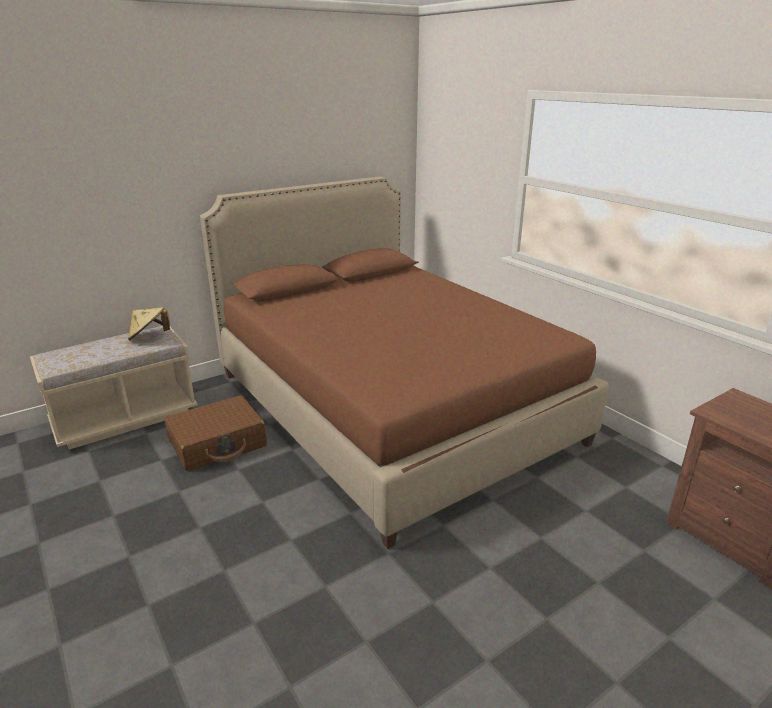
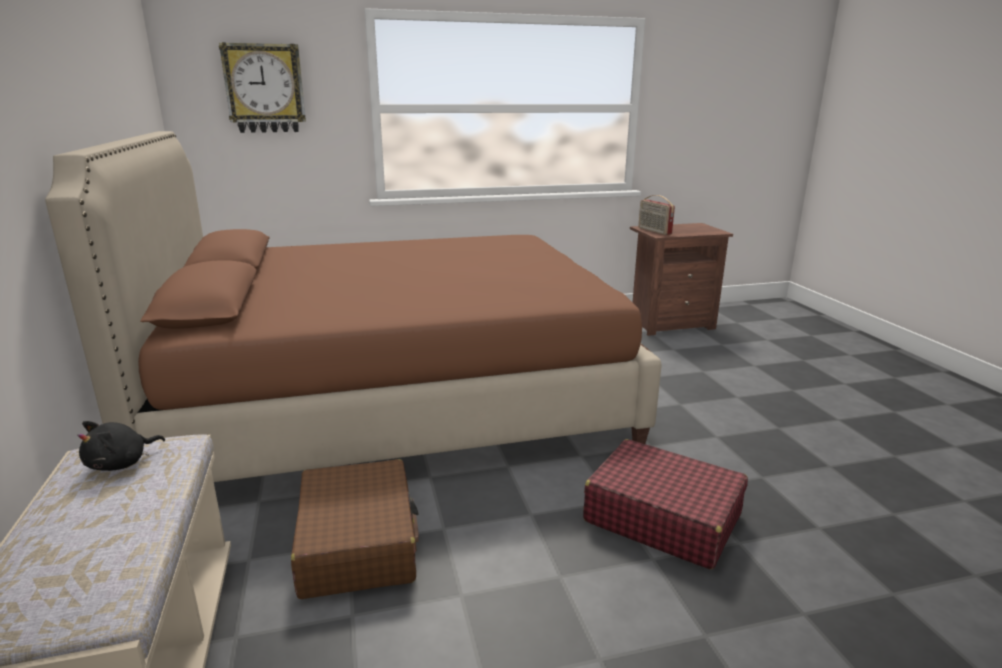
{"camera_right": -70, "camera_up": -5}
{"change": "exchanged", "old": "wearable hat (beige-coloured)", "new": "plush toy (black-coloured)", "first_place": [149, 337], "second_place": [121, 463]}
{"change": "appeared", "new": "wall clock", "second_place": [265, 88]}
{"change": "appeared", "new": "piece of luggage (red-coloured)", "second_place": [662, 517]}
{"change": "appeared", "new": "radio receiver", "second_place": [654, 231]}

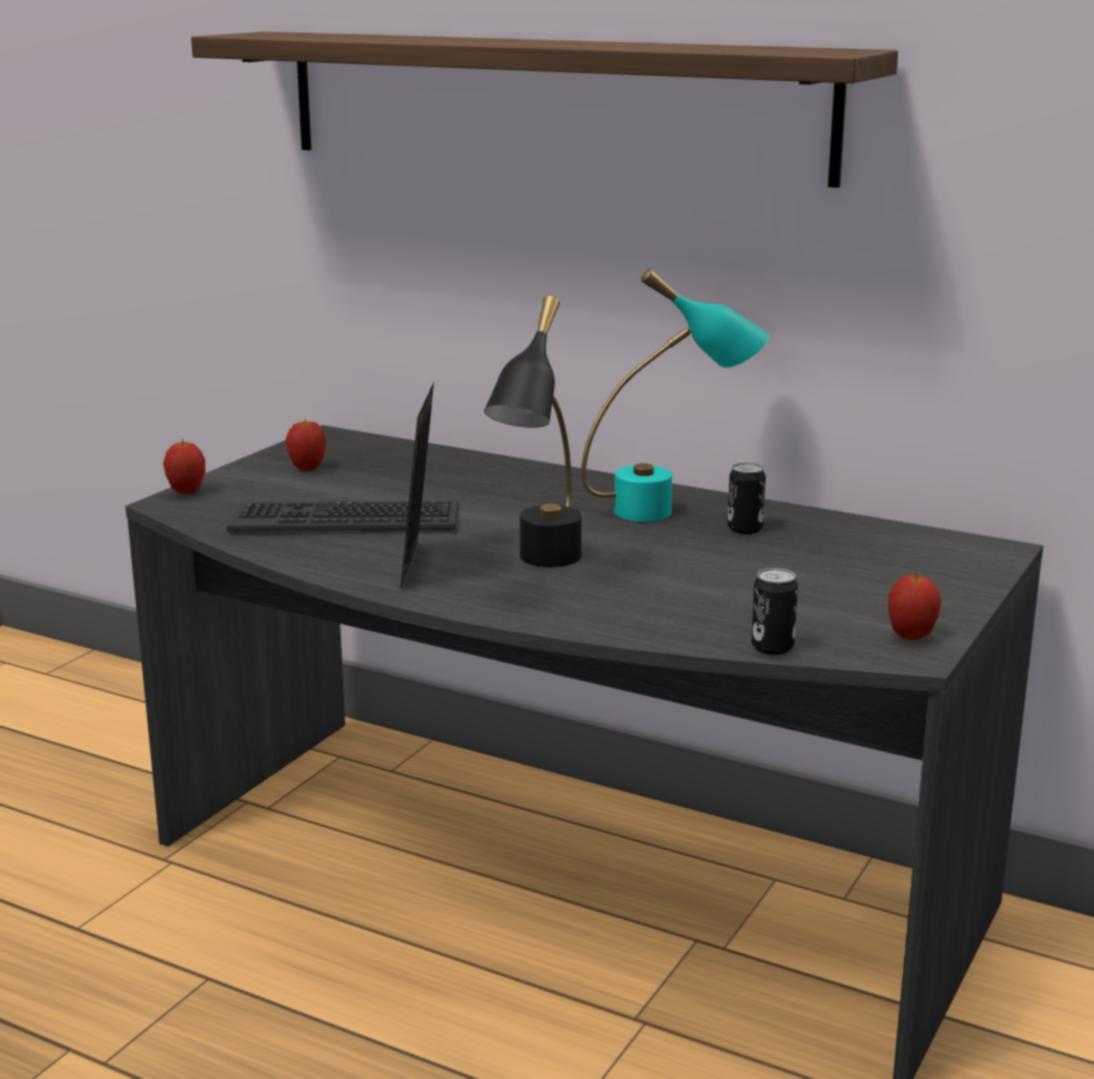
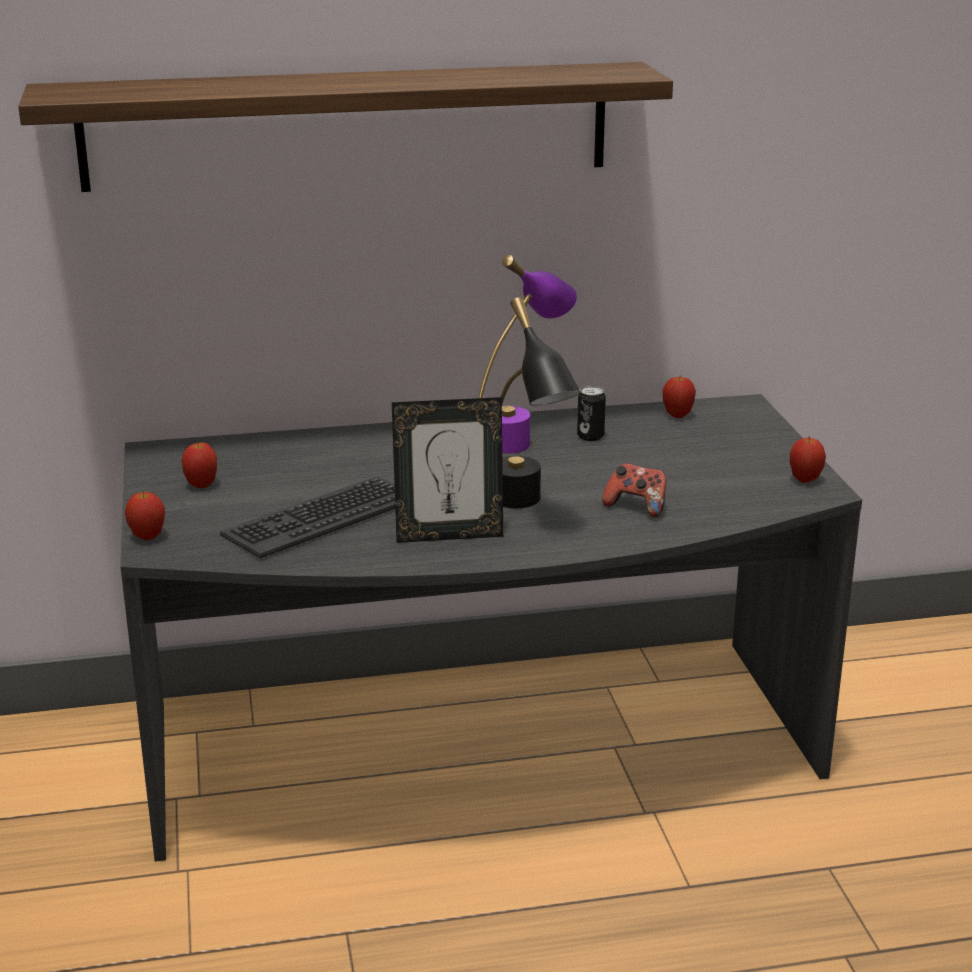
{"camera_right": -40, "camera_up": 5}
{"change": "spun", "old": "picture frame", "first_place": [419, 566], "second_place": [449, 535], "degrees": -60}
{"change": "colour", "old": "tabletop lamp (blue-green)", "new": "tabletop lamp (purple)", "first_place": [670, 510], "second_place": [521, 436]}
{"change": "missing", "old": "metal can", "first_place": [772, 647]}
{"change": "appeared", "new": "joypad", "second_place": [636, 507]}
{"change": "appeared", "new": "apple", "second_place": [677, 415]}

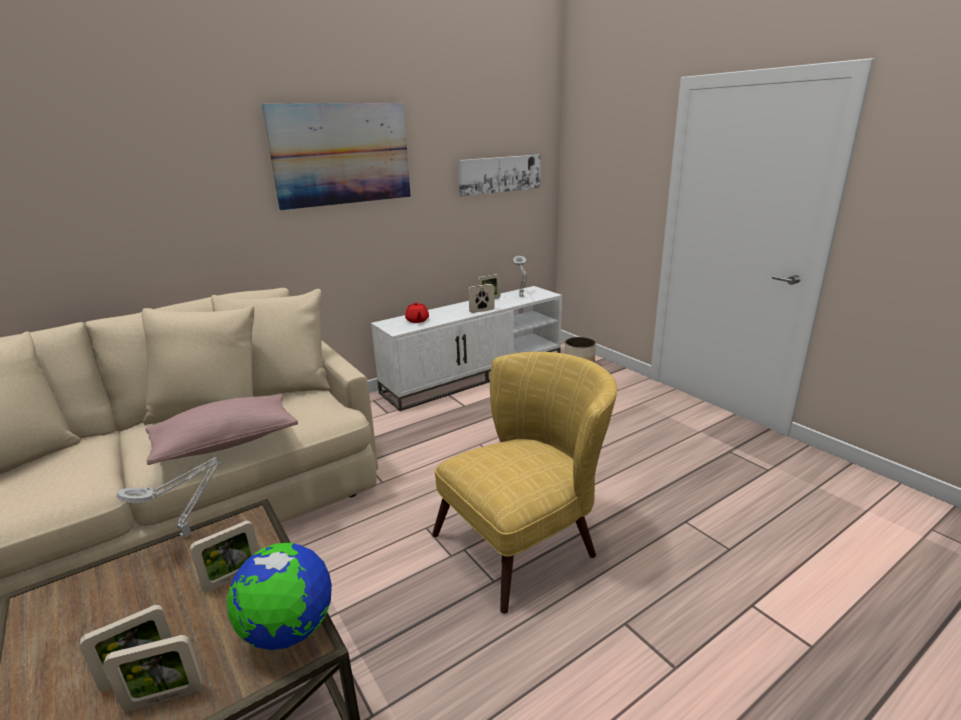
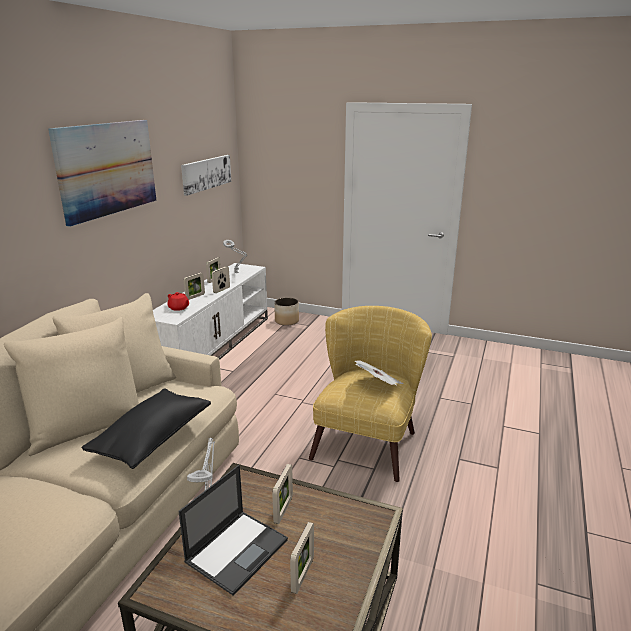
{"camera_right": -35, "camera_up": 0}
{"change": "relocated", "old": "picture frame", "first_place": [164, 698], "second_place": [195, 297]}
{"change": "colour", "old": "throw pillow (pink)", "new": "throw pillow (black-coloured)", "first_place": [226, 443], "second_place": [152, 438]}
{"change": "missing", "old": "desk globe", "first_place": [289, 630]}
{"change": "appeared", "new": "laptop", "second_place": [237, 550]}
{"change": "appeared", "new": "printed paper", "second_place": [378, 385]}

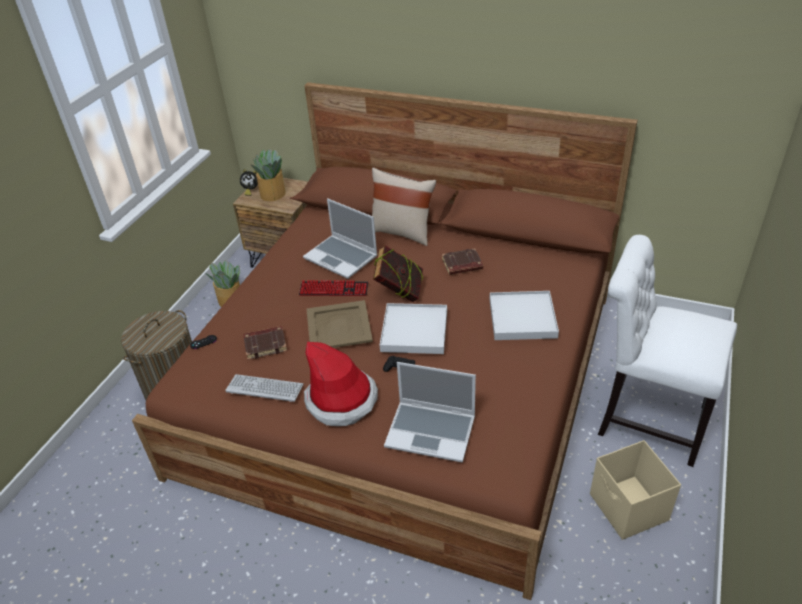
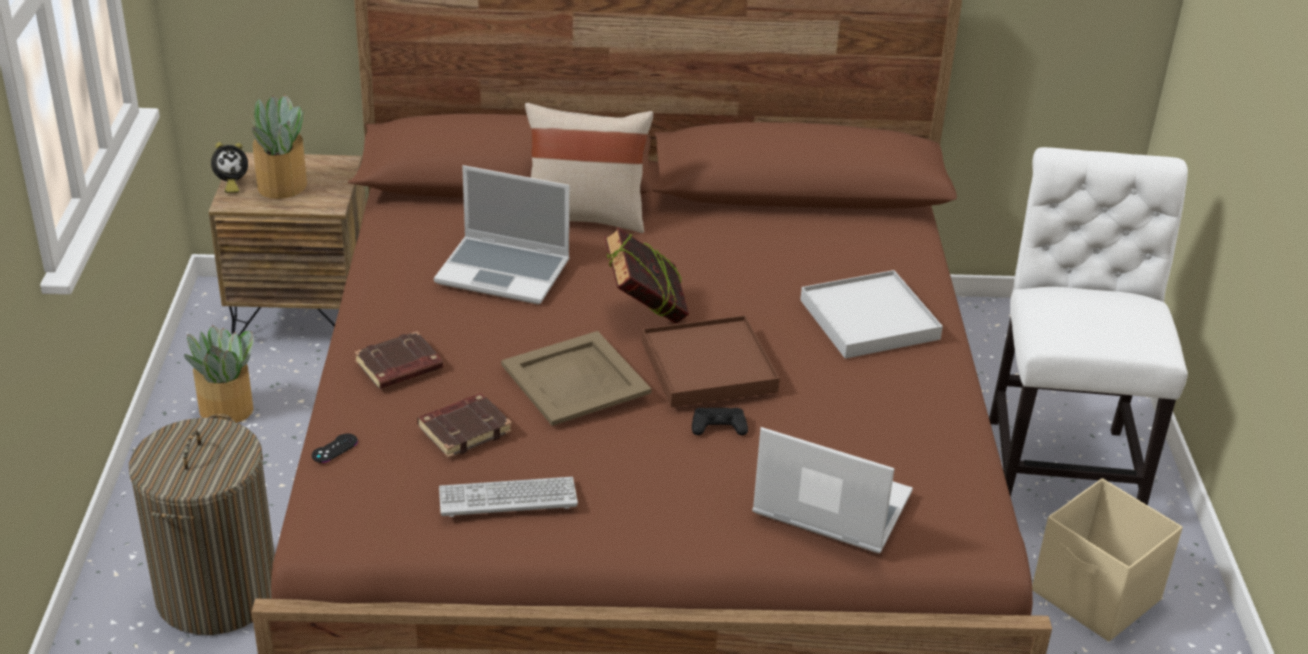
{"camera_right": -25, "camera_up": -5}
{"change": "missing", "old": "keyboard", "first_place": [334, 289]}
{"change": "missing", "old": "wearable hat", "first_place": [341, 400]}
{"change": "colour", "old": "tray (whitish)", "new": "tray (brown)", "first_place": [414, 331], "second_place": [709, 366]}
{"change": "spun", "old": "laptop", "first_place": [432, 431], "second_place": [829, 505], "degrees": -150}
{"change": "relocated", "old": "bound book (brown)", "first_place": [462, 265], "second_place": [399, 367]}
{"change": "spun", "old": "chair (whitish)", "first_place": [646, 418], "second_place": [1060, 465], "degrees": 90}

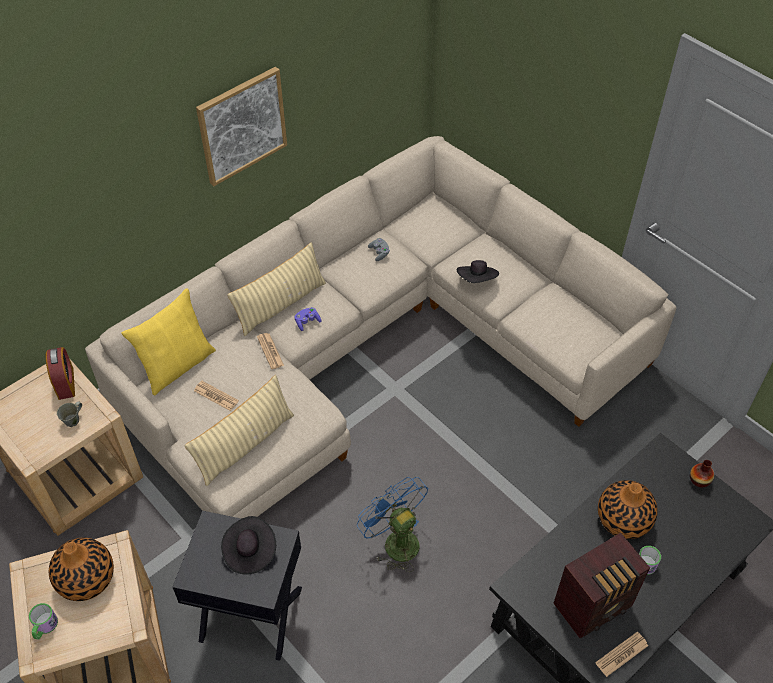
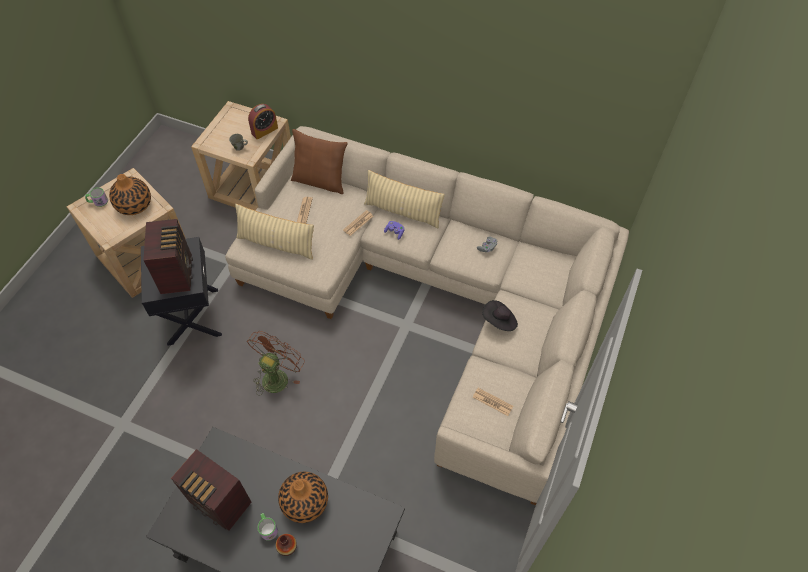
{"camera_right": 65, "camera_up": 5}
{"change": "colour", "old": "throw pillow (yellow)", "new": "throw pillow (brown)", "first_place": [177, 365], "second_place": [320, 181]}
{"change": "missing", "old": "wall art", "first_place": [242, 125]}
{"change": "exchanged", "old": "wearable hat (black-coloured)", "new": "radio receiver", "first_place": [249, 552], "second_place": [177, 273]}
{"change": "colour", "old": "fan (blue)", "new": "fan (brown)", "first_place": [395, 541], "second_place": [277, 375]}
{"change": "relocated", "old": "printed paper", "first_place": [621, 654], "second_place": [492, 402]}
{"change": "relocated", "old": "vase", "first_place": [699, 480], "second_place": [287, 547]}

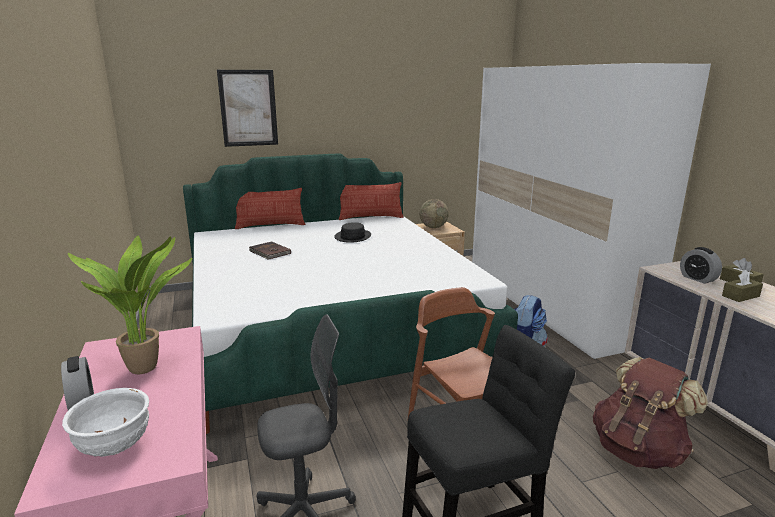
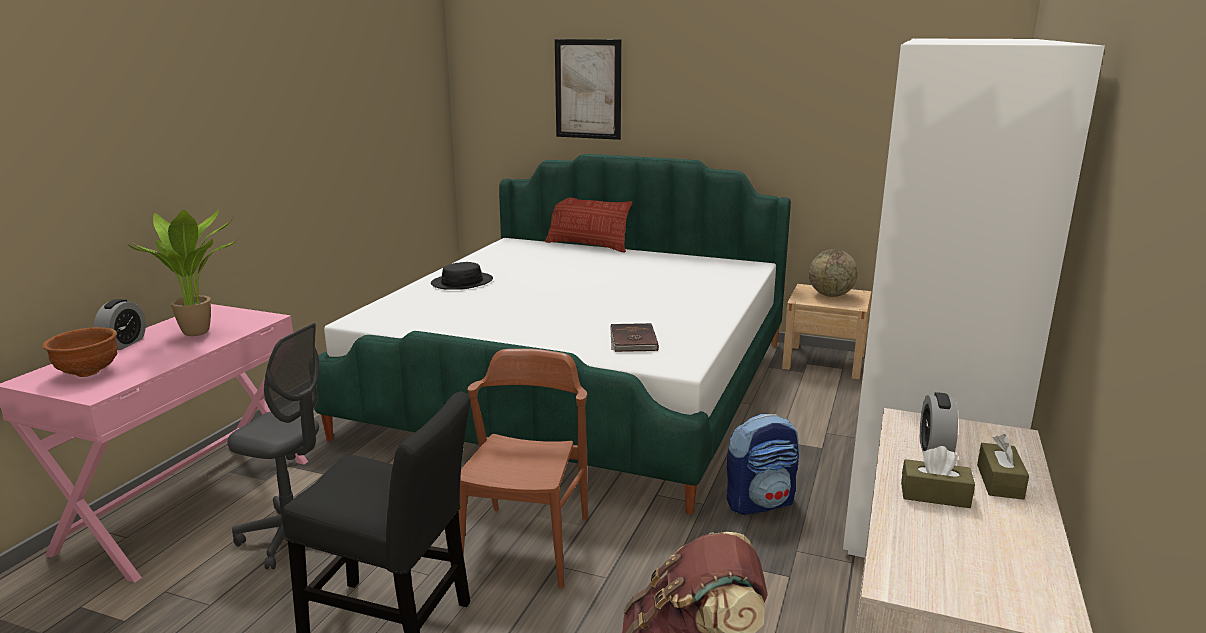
{"camera_right": 40, "camera_up": 0}
{"change": "colour", "old": "deep dish (whitish)", "new": "deep dish (brown)", "first_place": [114, 447], "second_place": [87, 372]}
{"change": "relocated", "old": "bound book (brown)", "first_place": [269, 252], "second_place": [632, 341]}
{"change": "relocated", "old": "wearable hat (black-coloured)", "first_place": [353, 237], "second_place": [462, 282]}
{"change": "missing", "old": "throw pillow", "first_place": [370, 217]}

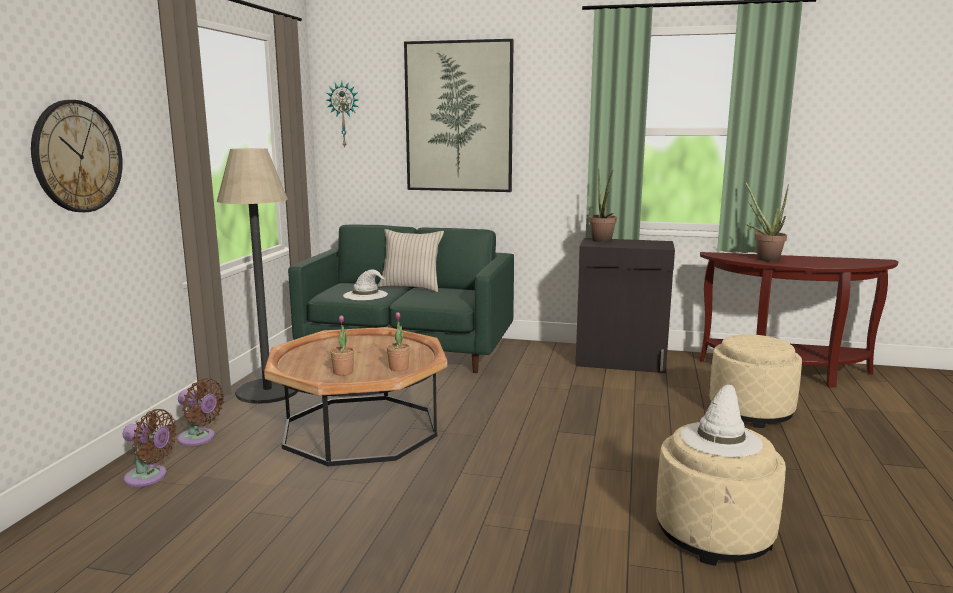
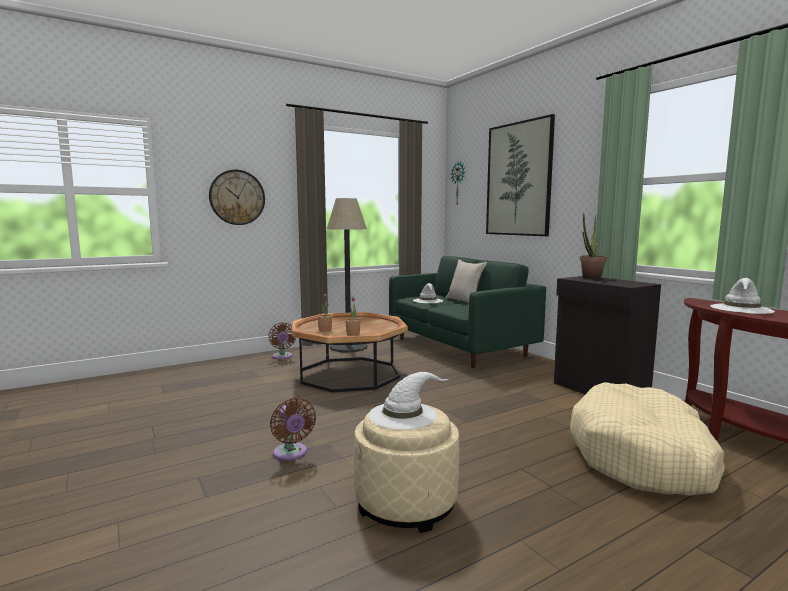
{"camera_right": 45, "camera_up": -5}
{"change": "relocated", "old": "fan (brown)", "first_place": [149, 477], "second_place": [291, 454]}
{"change": "exchanged", "old": "ottoman (beige-coloured)", "new": "pet bed (beige-coloured)", "first_place": [750, 411], "second_place": [642, 456]}
{"change": "exchanged", "old": "potted plant", "new": "wearable hat (whitish)", "first_place": [763, 258], "second_place": [741, 309]}

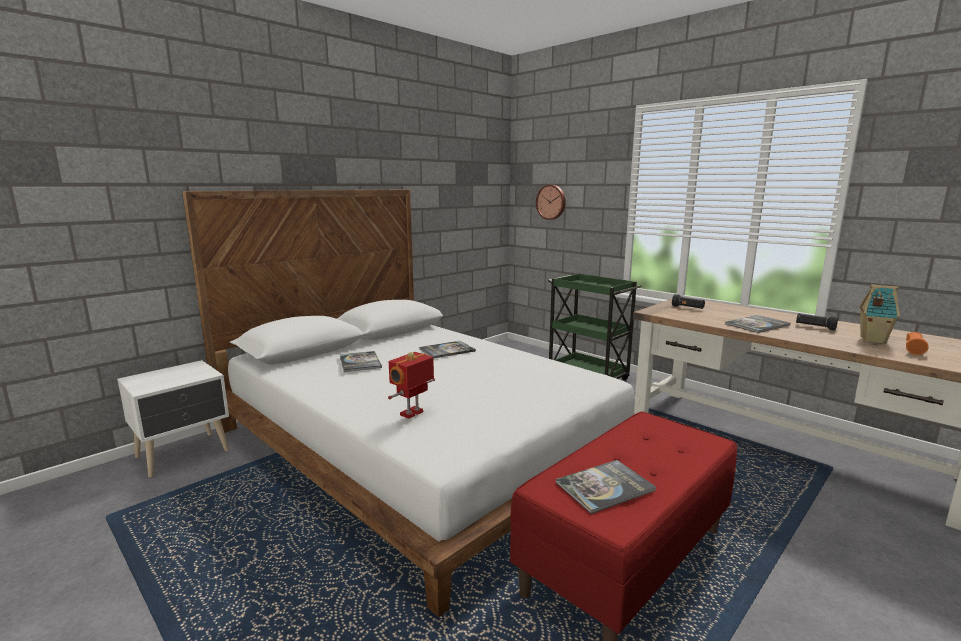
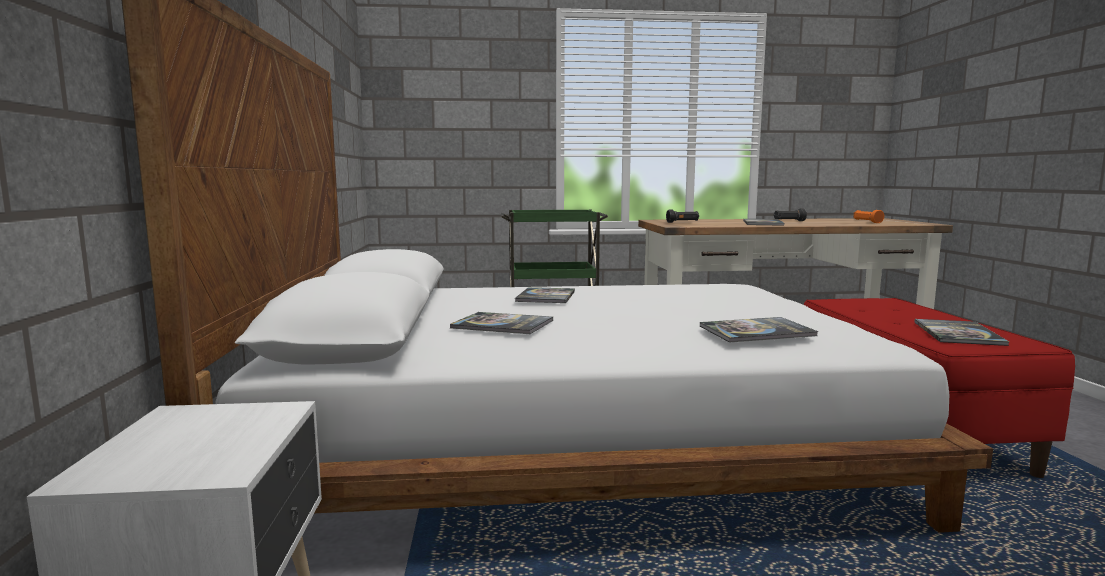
{"camera_right": -50, "camera_up": -5}
{"change": "exchanged", "old": "toy robot", "new": "bound book", "first_place": [412, 414], "second_place": [756, 331]}
{"change": "missing", "old": "wall clock", "first_place": [551, 202]}
{"change": "missing", "old": "model house", "first_place": [871, 339]}

